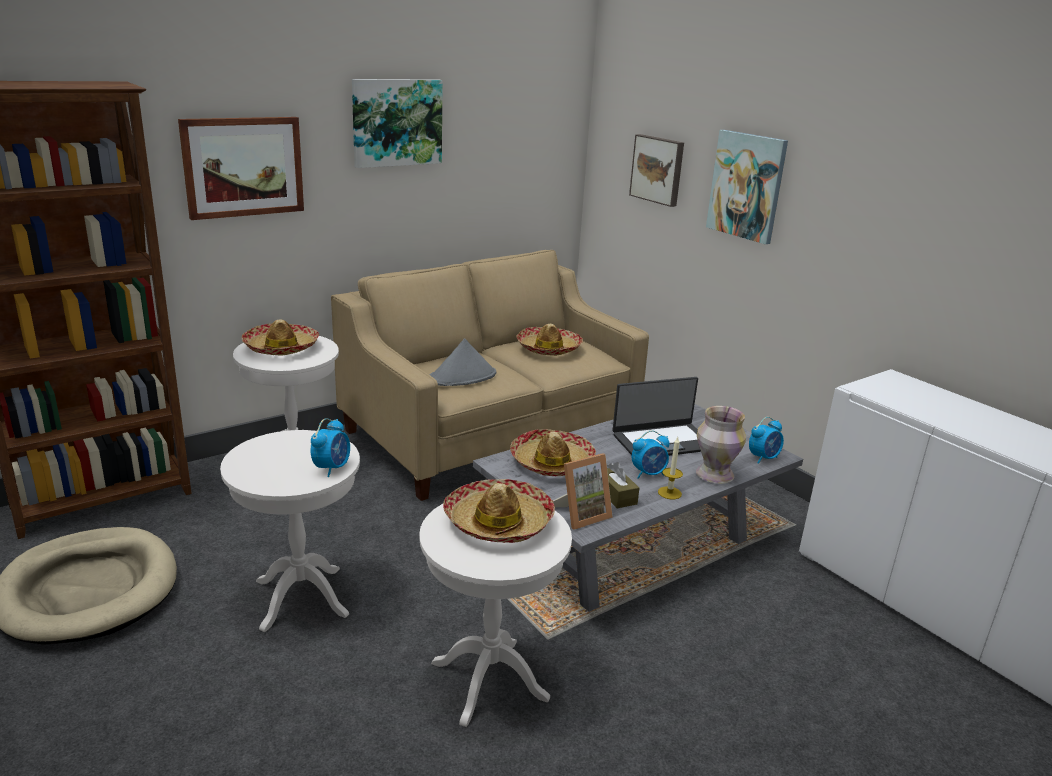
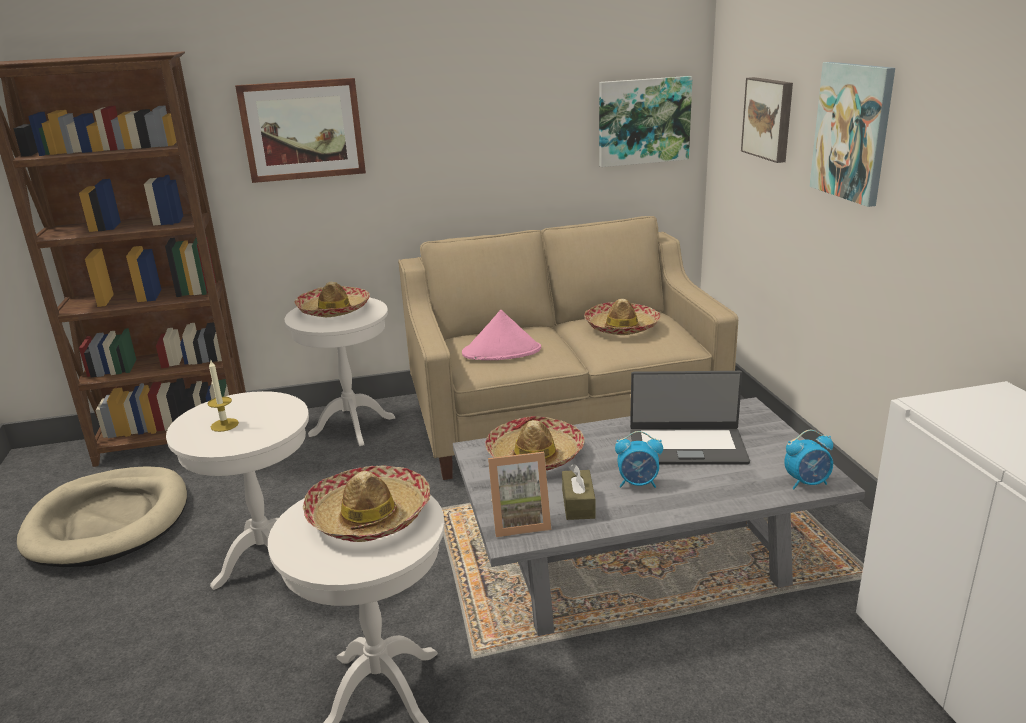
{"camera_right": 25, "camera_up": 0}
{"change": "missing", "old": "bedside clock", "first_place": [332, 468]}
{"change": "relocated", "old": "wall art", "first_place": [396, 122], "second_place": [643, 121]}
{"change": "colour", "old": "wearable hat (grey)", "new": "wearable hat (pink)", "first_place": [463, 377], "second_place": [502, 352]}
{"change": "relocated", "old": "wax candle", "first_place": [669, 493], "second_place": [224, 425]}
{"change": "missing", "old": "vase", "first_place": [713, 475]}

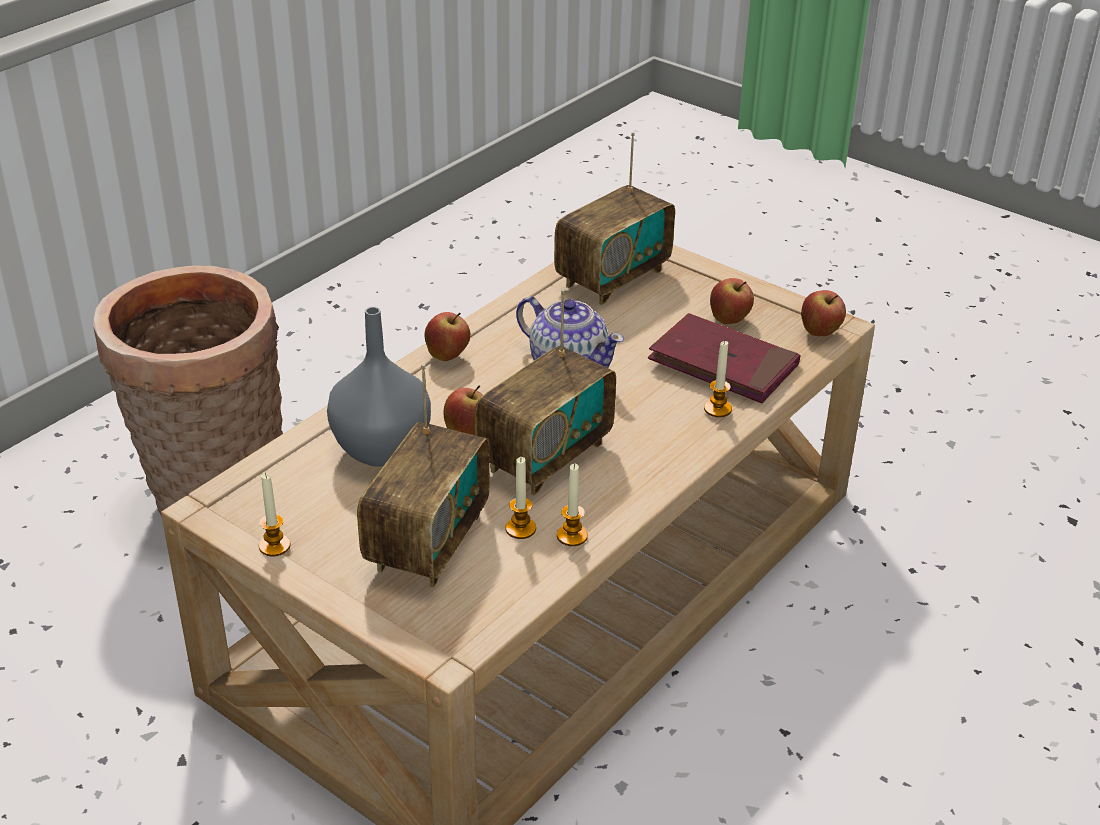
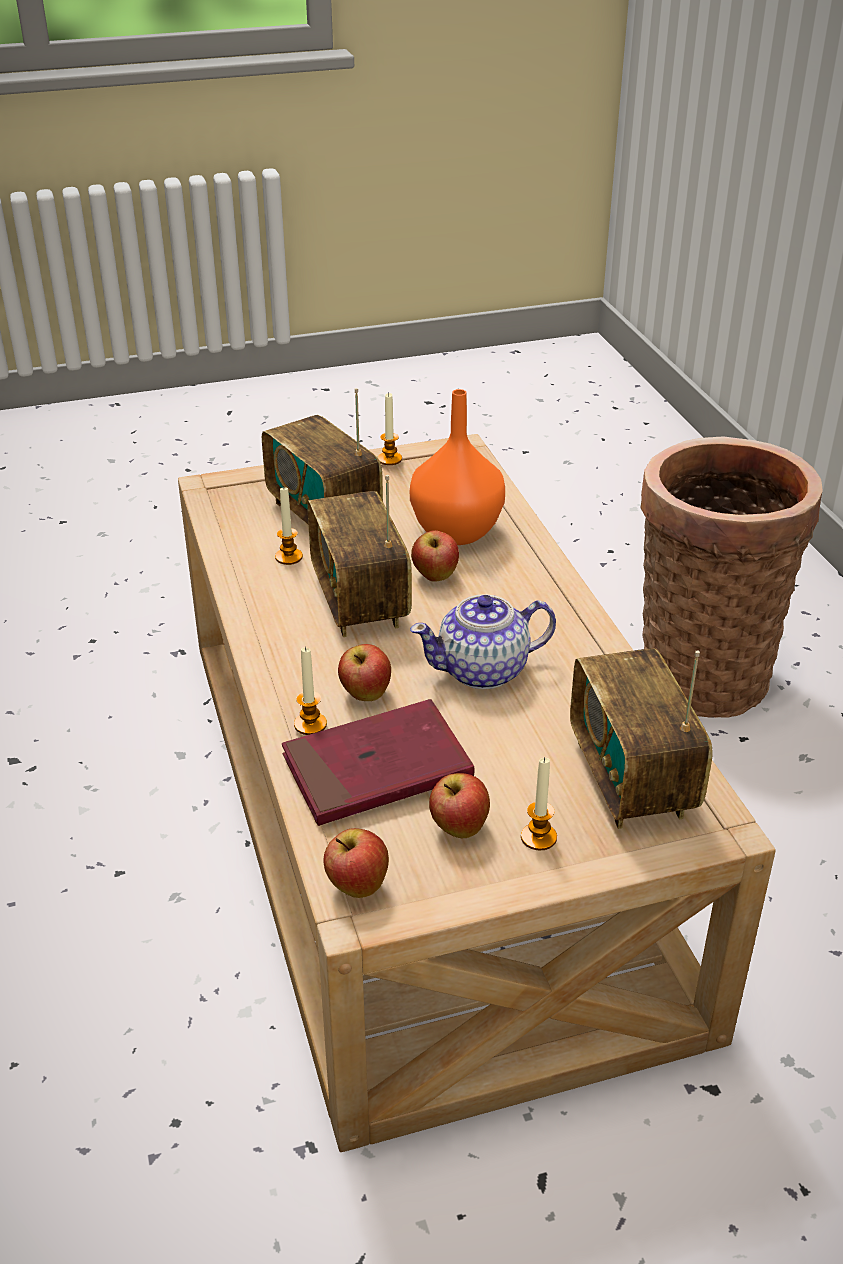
{"camera_right": 125, "camera_up": 0}
{"change": "colour", "old": "vase (grey)", "new": "vase (orange)", "first_place": [382, 451], "second_place": [454, 531]}
{"change": "relocated", "old": "apple", "first_place": [448, 355], "second_place": [365, 695]}
{"change": "relocated", "old": "wax candle", "first_place": [572, 536], "second_place": [538, 837]}

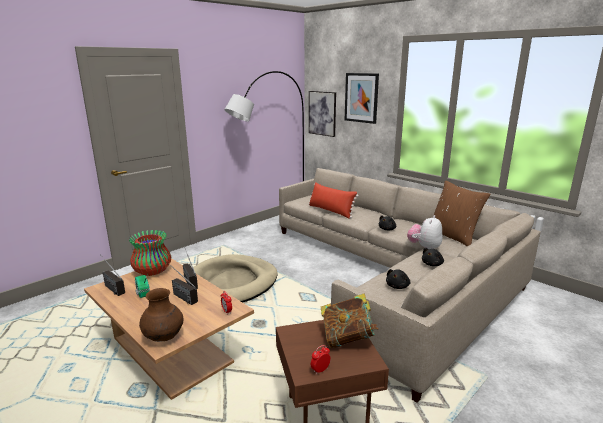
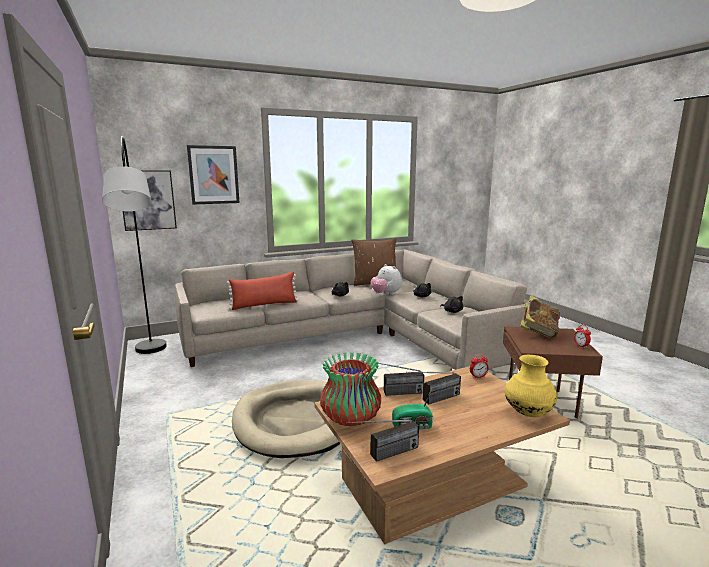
{"camera_right": -70, "camera_up": -5}
{"change": "colour", "old": "vase (brown)", "new": "vase (yellow)", "first_place": [163, 337], "second_place": [528, 413]}

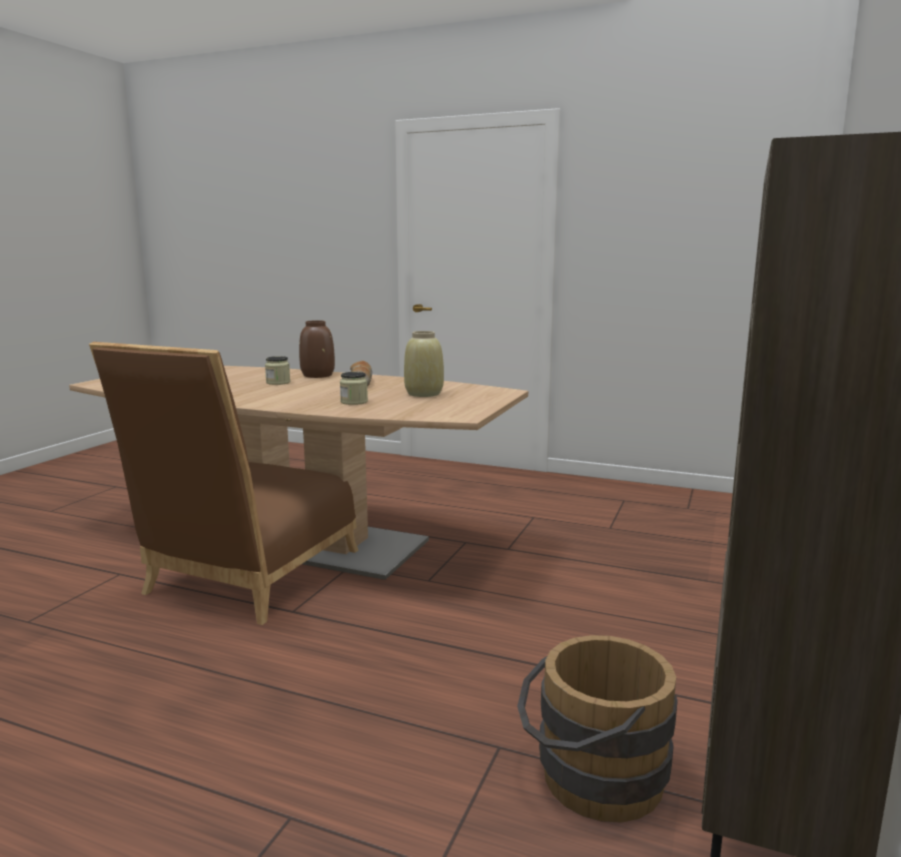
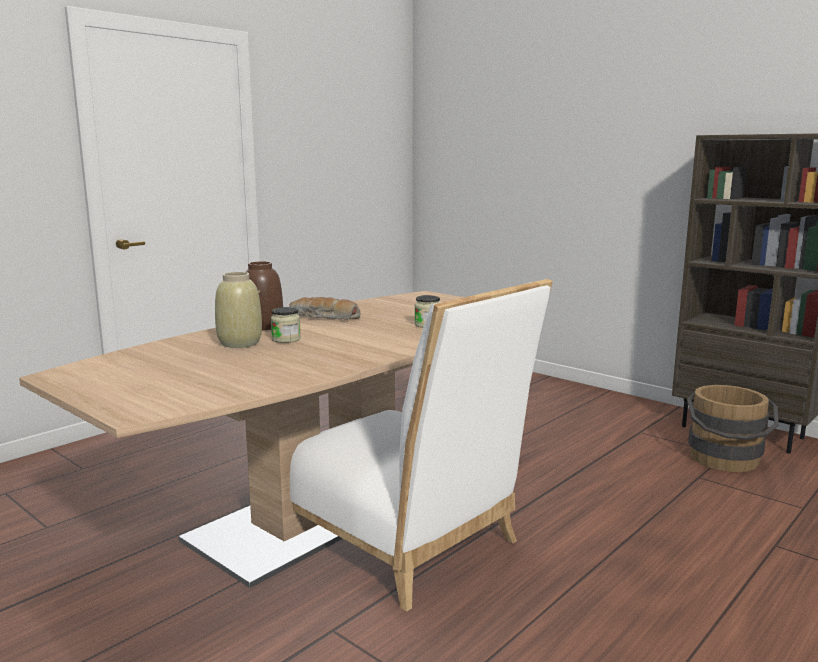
{"camera_right": -70, "camera_up": 0}
{"change": "colour", "old": "chair (brown)", "new": "chair (whitish)", "first_place": [247, 578], "second_place": [408, 543]}
{"change": "relocated", "old": "vase (beige-coloured)", "first_place": [423, 394], "second_place": [239, 343]}

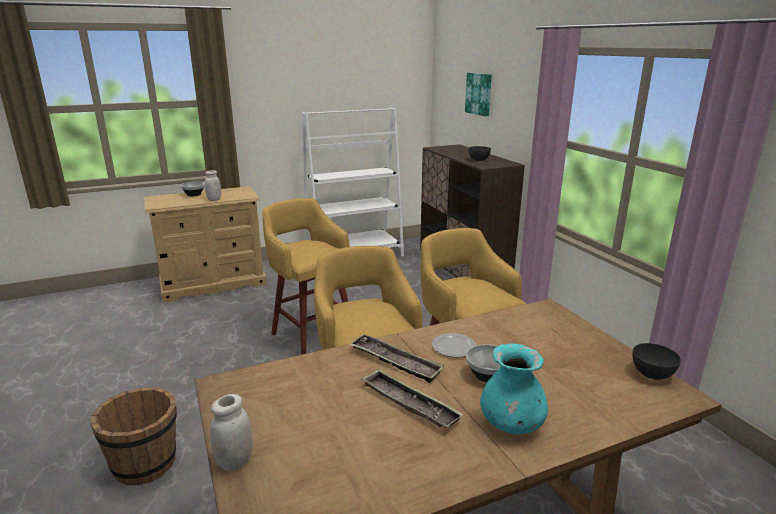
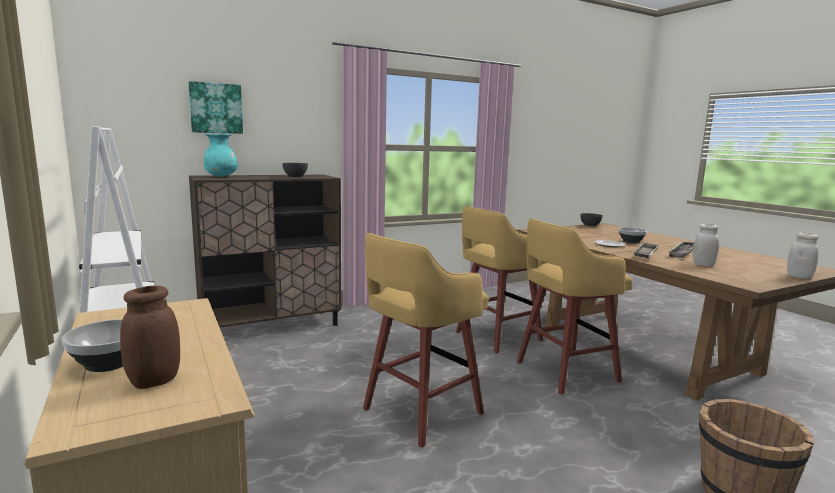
{"camera_right": -95, "camera_up": -10}
{"change": "relocated", "old": "preserve jar (whitish)", "first_place": [214, 199], "second_place": [703, 265]}
{"change": "relocated", "old": "vase (blue-green)", "first_place": [511, 425], "second_place": [221, 176]}
{"change": "appeared", "new": "preserve jar (brown)", "second_place": [154, 381]}

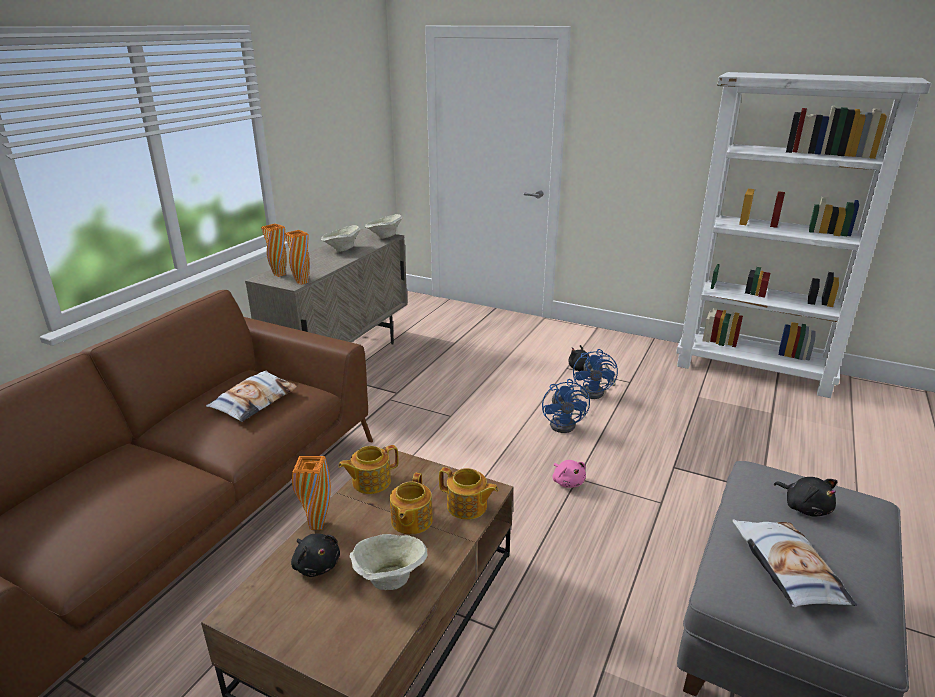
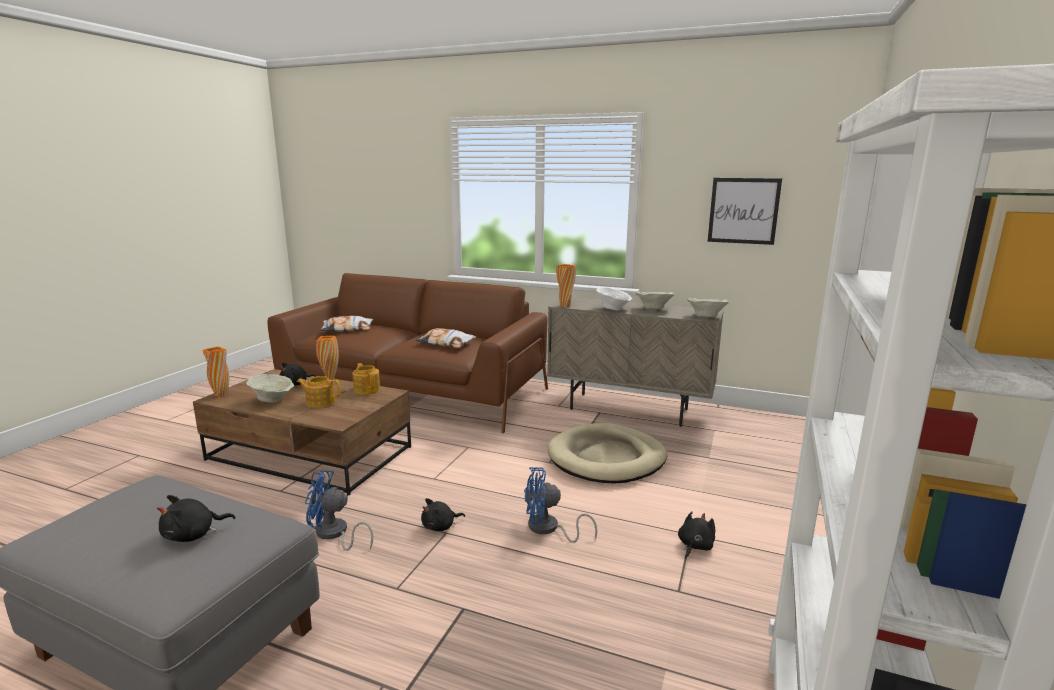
{"camera_right": 85, "camera_up": -10}
{"change": "relocated", "old": "vase (orange)", "first_place": [279, 274], "second_place": [221, 395]}
{"change": "missing", "old": "tea pot", "first_place": [467, 506]}
{"change": "colour", "old": "plush toy (pink)", "new": "plush toy (black-coloured)", "first_place": [567, 482], "second_place": [440, 526]}
{"change": "relocated", "old": "fan (blue)", "first_place": [596, 392], "second_place": [334, 534]}
{"change": "relocated", "old": "throw pillow", "first_place": [786, 568], "second_place": [347, 329]}
{"change": "appeared", "new": "pet bed (beige-coloured)", "second_place": [607, 458]}
{"change": "appeared", "new": "deep dish (whitish)", "second_place": [613, 309]}
{"change": "appeared", "new": "wall art", "second_place": [743, 211]}

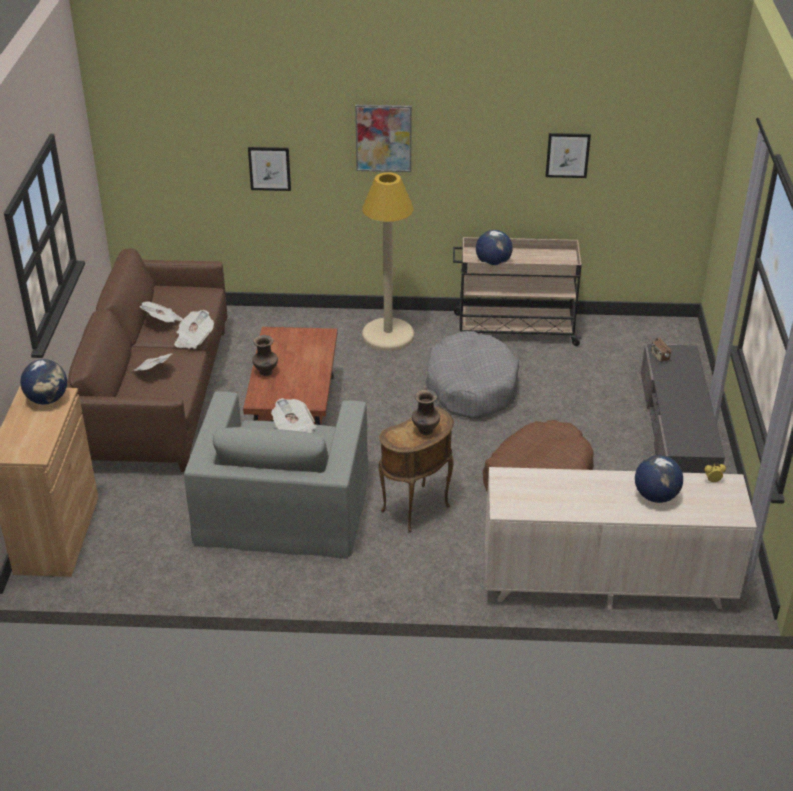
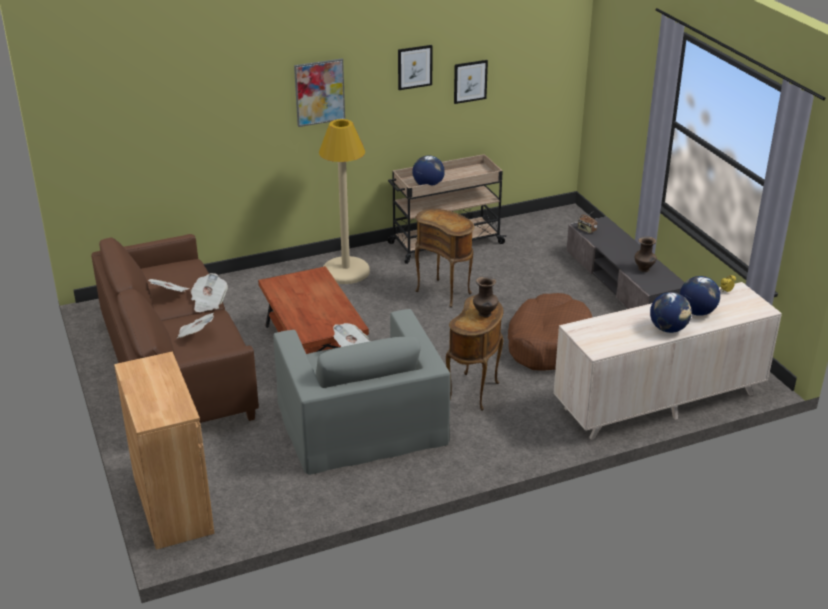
{"camera_right": -25, "camera_up": -5}
{"change": "relocated", "old": "desk globe", "first_place": [47, 399], "second_place": [668, 329]}
{"change": "relocated", "old": "wall art", "first_place": [269, 168], "second_place": [414, 67]}
{"change": "relocated", "old": "vase (brown)", "first_place": [266, 373], "second_place": [644, 269]}
{"change": "exchanged", "old": "pet bed (grey)", "new": "side table (brown)", "first_place": [471, 387], "second_place": [445, 292]}

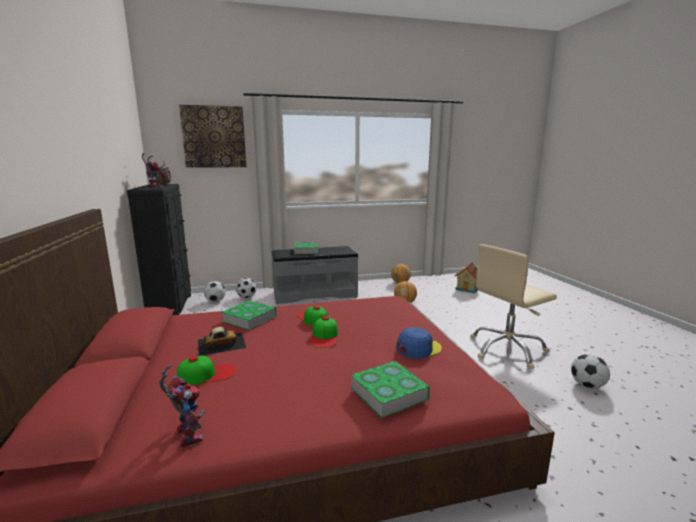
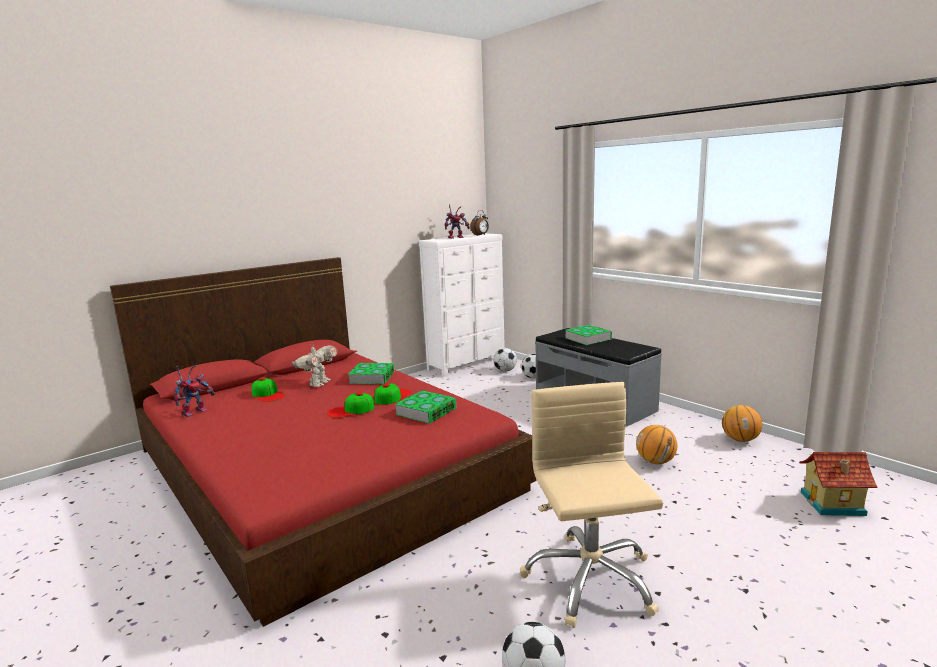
{"camera_right": 65, "camera_up": 0}
{"change": "colour", "old": "drawer chest (black-coloured)", "new": "drawer chest (whitish)", "first_place": [172, 308], "second_place": [467, 364]}
{"change": "missing", "old": "wall art", "first_place": [214, 137]}
{"change": "exchanged", "old": "toy car", "new": "toy robot", "first_place": [221, 343], "second_place": [318, 383]}
{"change": "relocated", "old": "bound book", "first_place": [389, 393], "second_place": [426, 411]}
{"change": "missing", "old": "cap (blue)", "first_place": [418, 348]}
{"change": "spun", "old": "computer chair (beige-coloured)", "first_place": [507, 349], "second_place": [590, 579], "degrees": 45}

